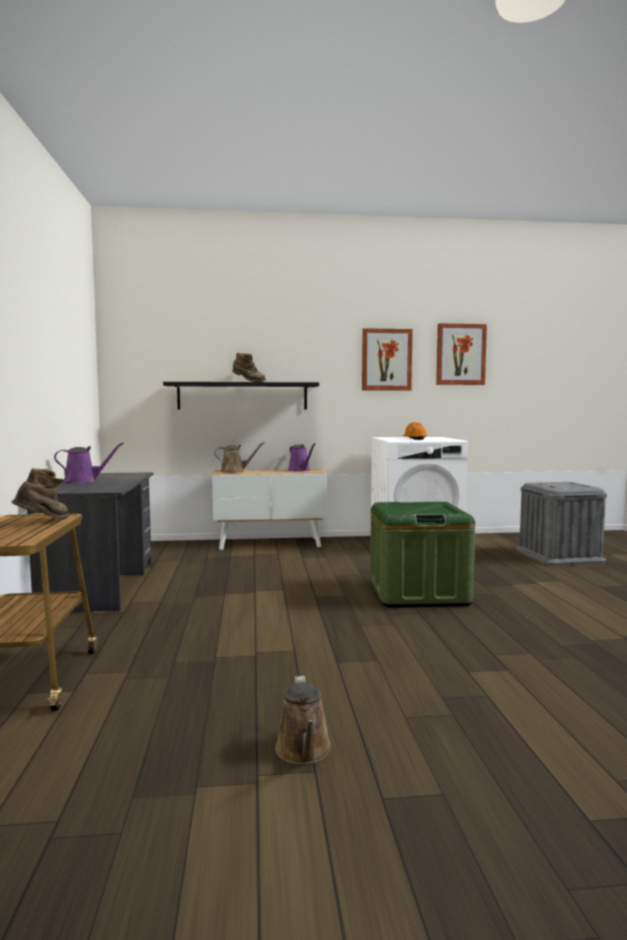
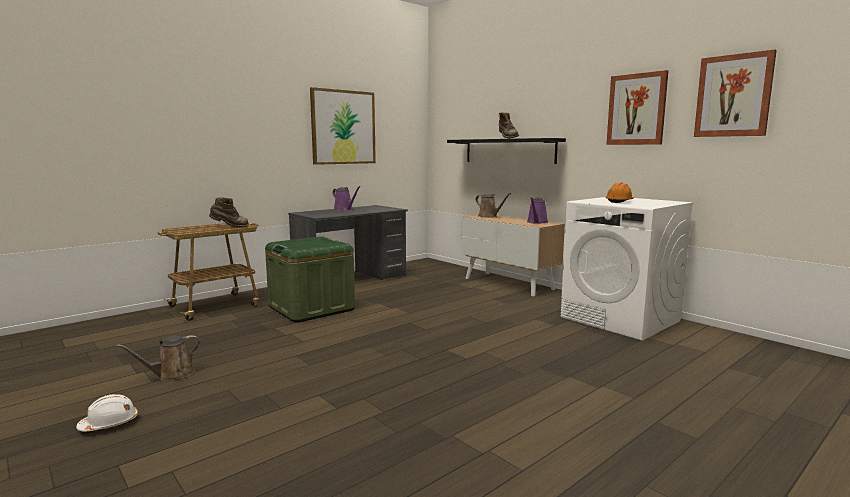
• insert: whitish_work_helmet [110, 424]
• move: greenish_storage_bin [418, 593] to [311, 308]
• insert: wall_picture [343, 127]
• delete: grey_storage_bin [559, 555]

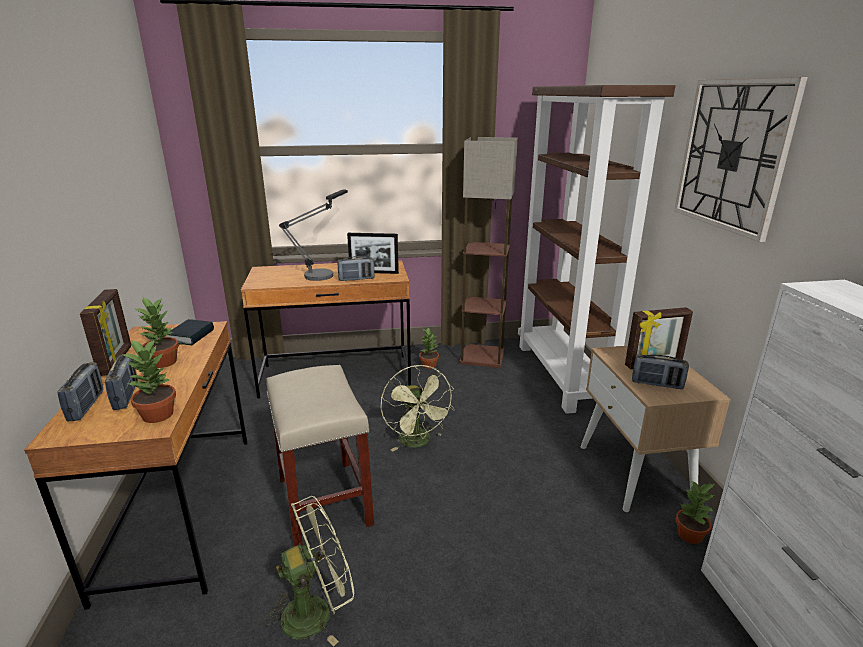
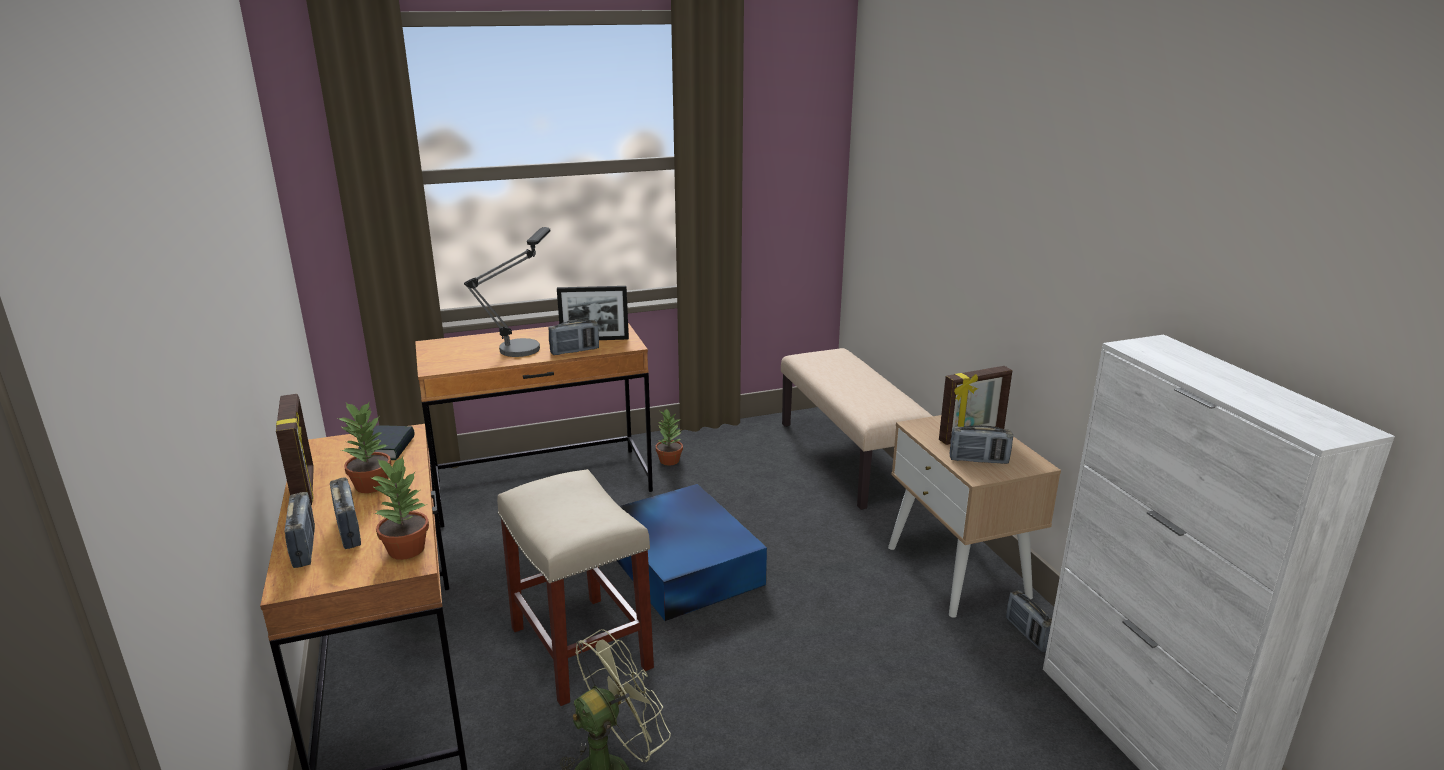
• replace: greenish_fan [418, 442] to blue-coloured_storage_bin [682, 563]
• replace: brown_bookcase [563, 375] to sand-coloured_bench [851, 458]
• replace: potted_plant [690, 535] to radio_set [1028, 634]
• delete: floor_lamp [483, 356]
• delete: hanging_clock [732, 155]

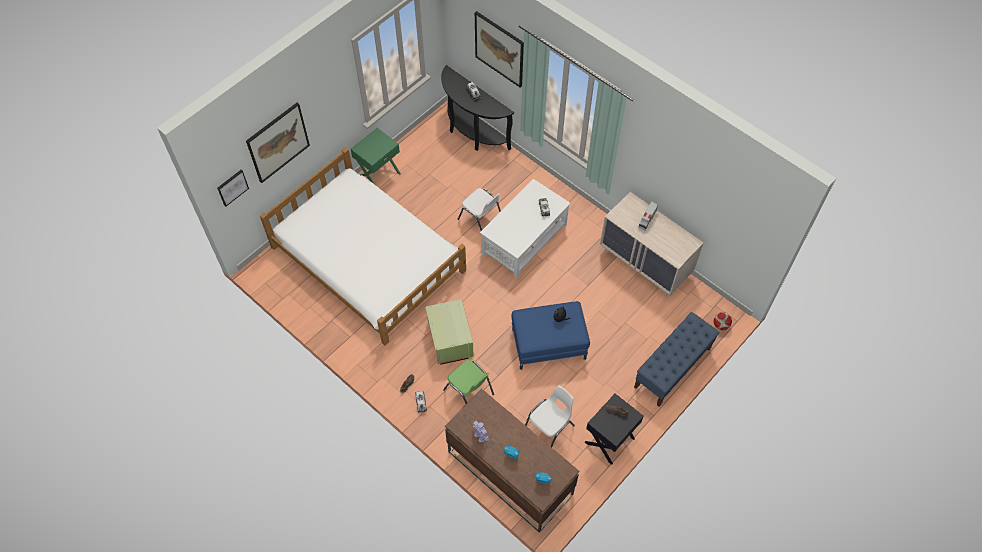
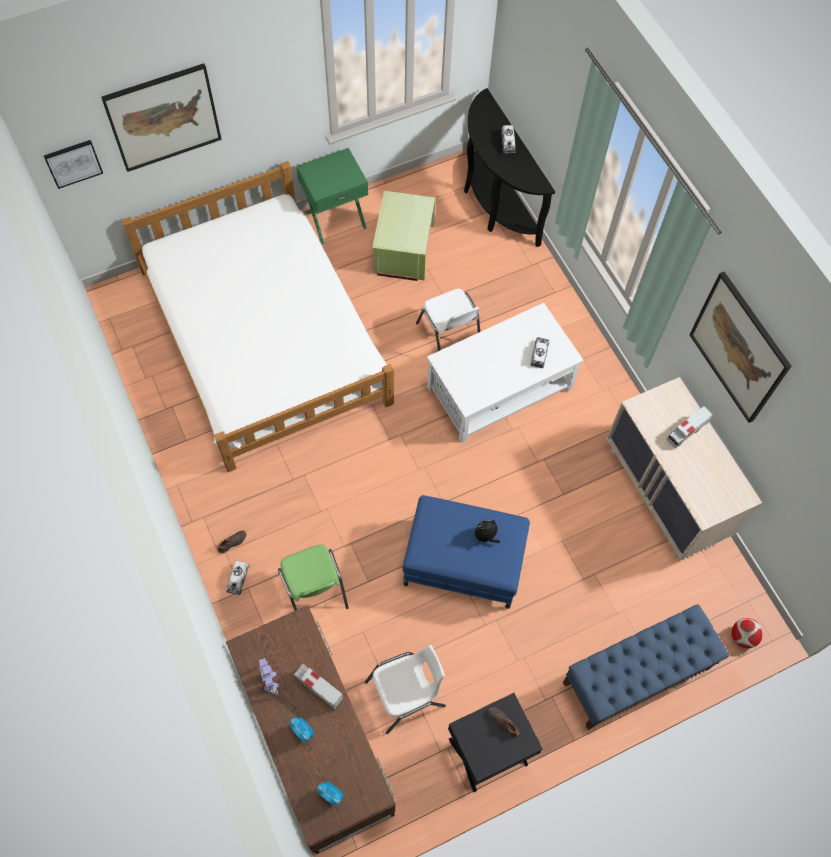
• insert: model_truck [318, 688]
• move: greenish_storage_bin [449, 339] to [403, 249]
• move: wall_picture [499, 49] to [739, 348]

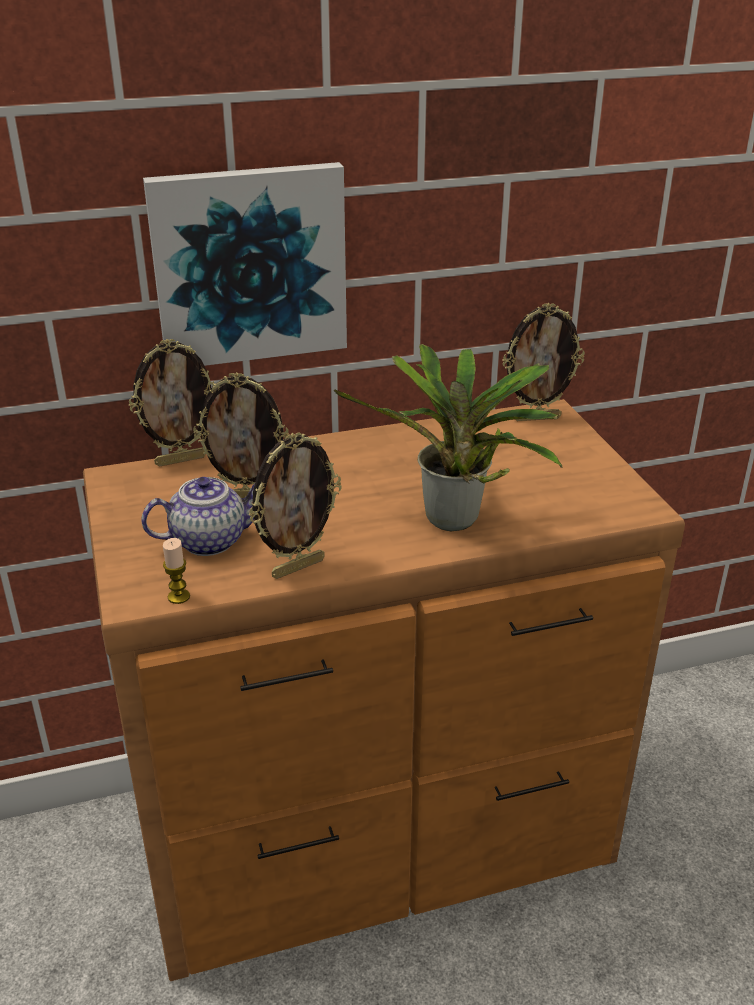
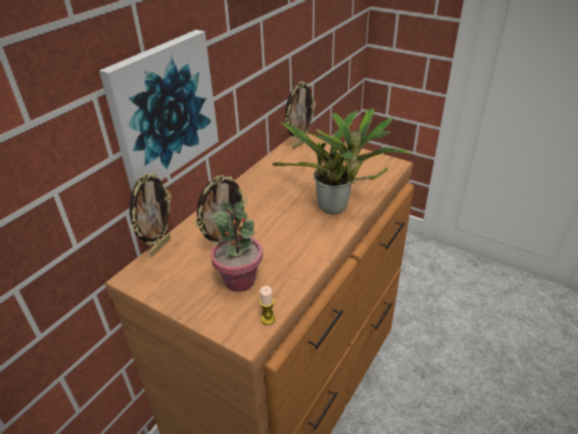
• replace: teapot [210, 540] to potted_plant [240, 280]
• delete: photo_frame [297, 567]

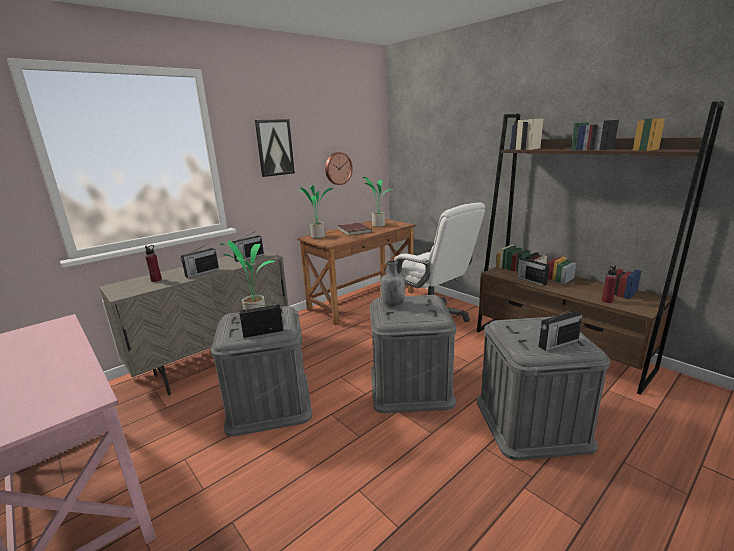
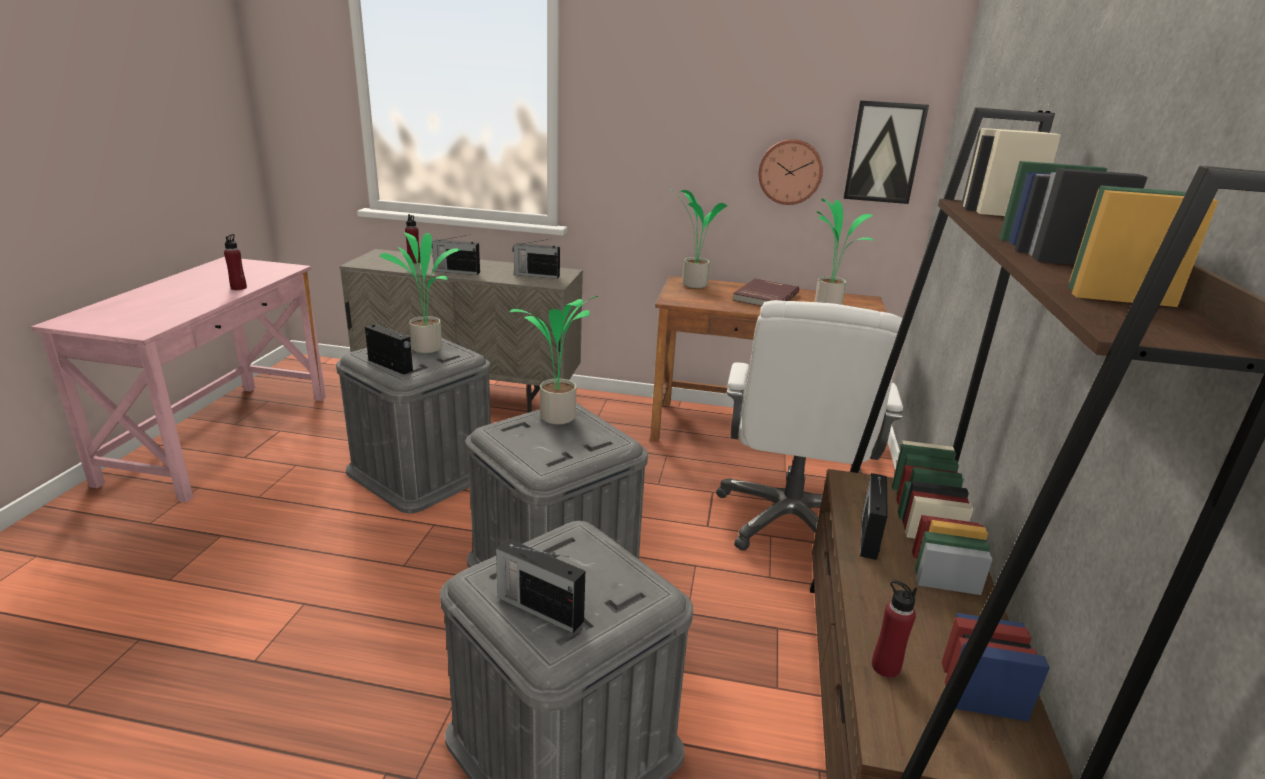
• insert: reddish_bottle [239, 288]
• replace: grey_bottle [392, 304] to potted_plant [556, 418]
• move: wall_picture [274, 147] to [884, 152]

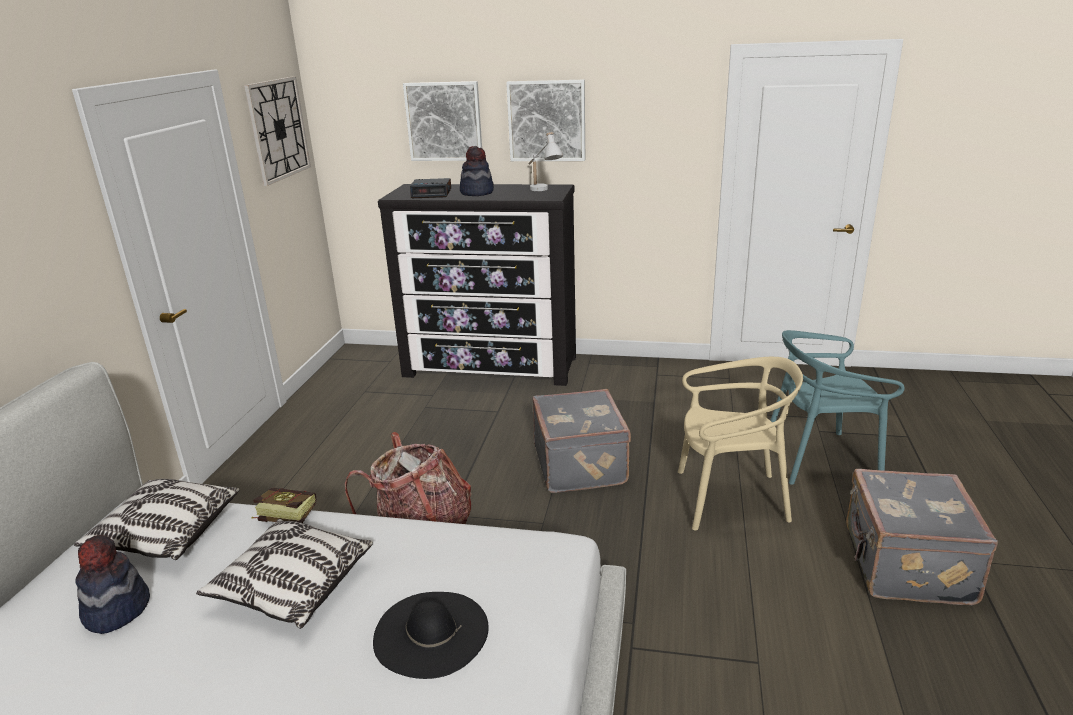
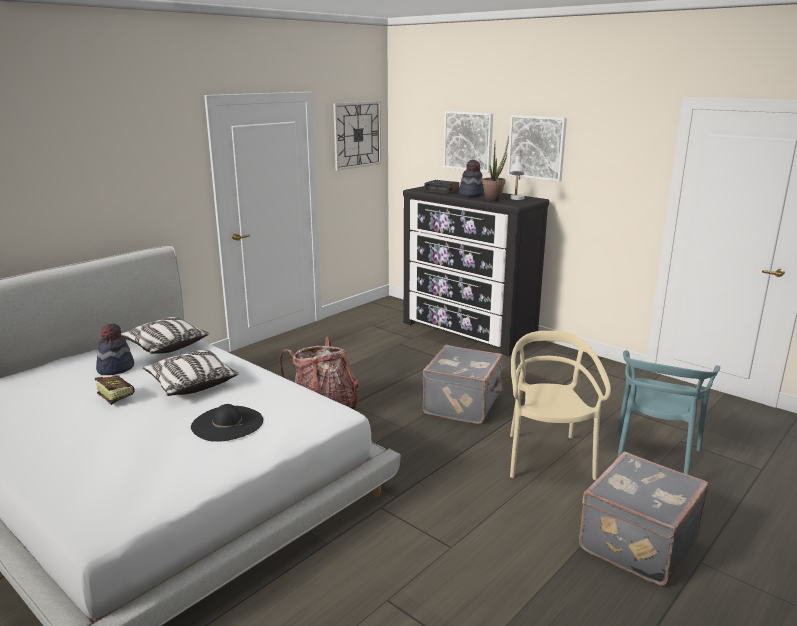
• move: bound_book [283, 516] to [114, 397]
• insert: potted_plant [494, 198]
• rotate: sand-coloured_chair [730, 499] = [547, 457] 120 degrees counterclockwise
• rotate: turquoise-coloured_chair [820, 460] = [654, 459] 90 degrees counterclockwise

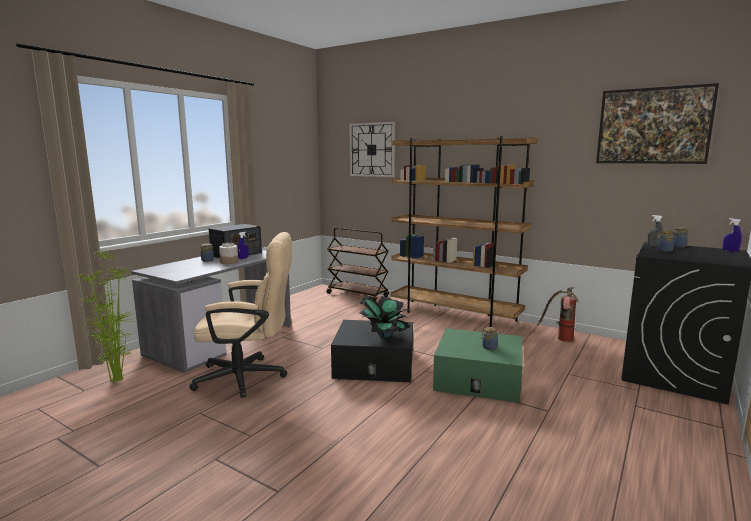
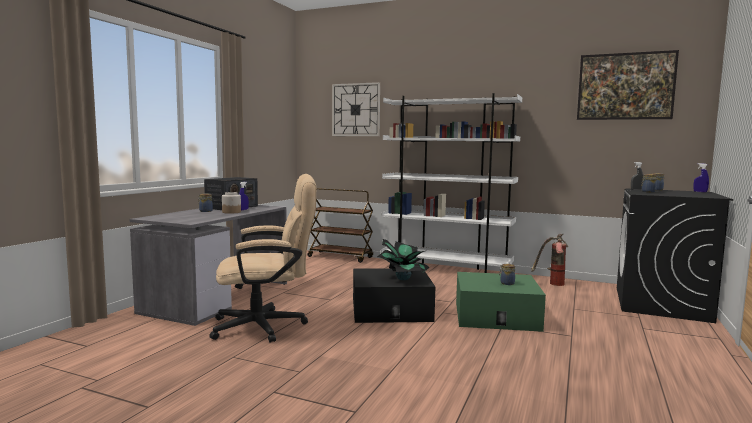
• recolor: brown_bookcase [455, 315] to whitish_bookcase [446, 269]
• delete: potted_plant [118, 381]

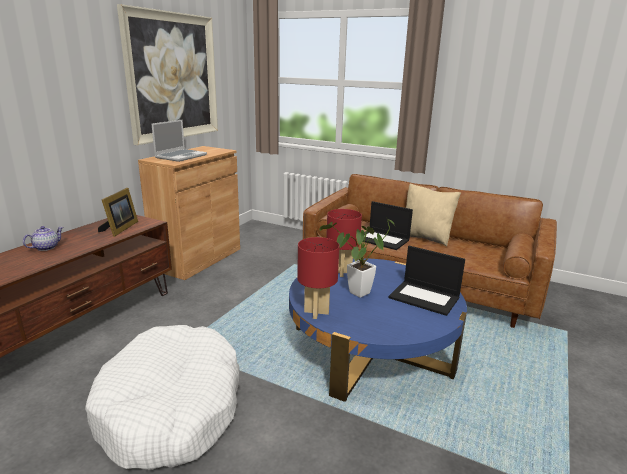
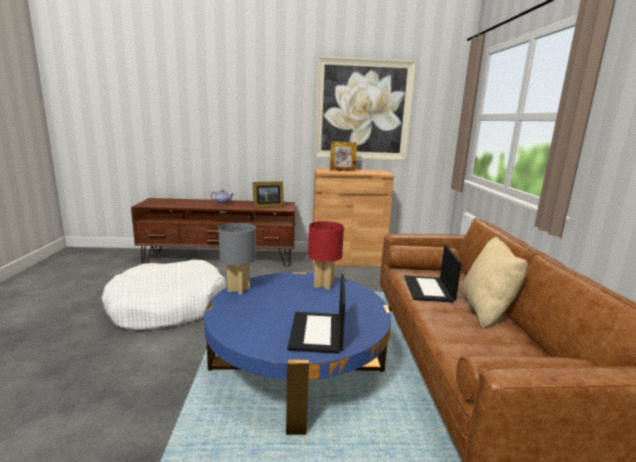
• recolor: reddish_lamp_for_a_table [316, 312] to grey_lamp_for_a_table [238, 290]
• replace: laptop [181, 156] to photo_frame [342, 170]
• delete: potted_plant [356, 294]

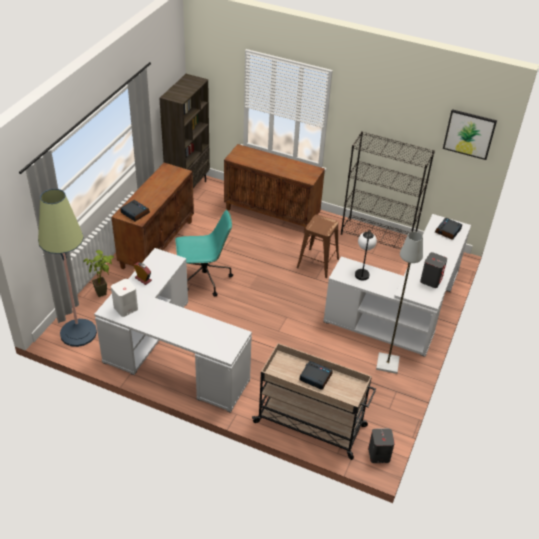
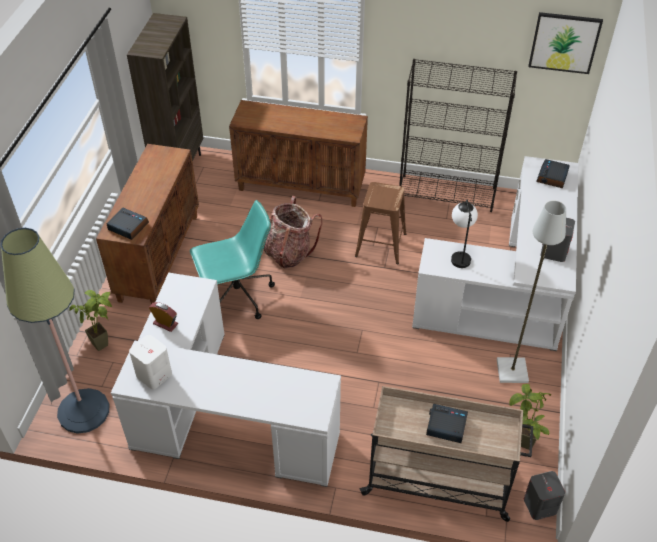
• insert: knapsack [288, 252]
• insert: potted_plant [521, 447]

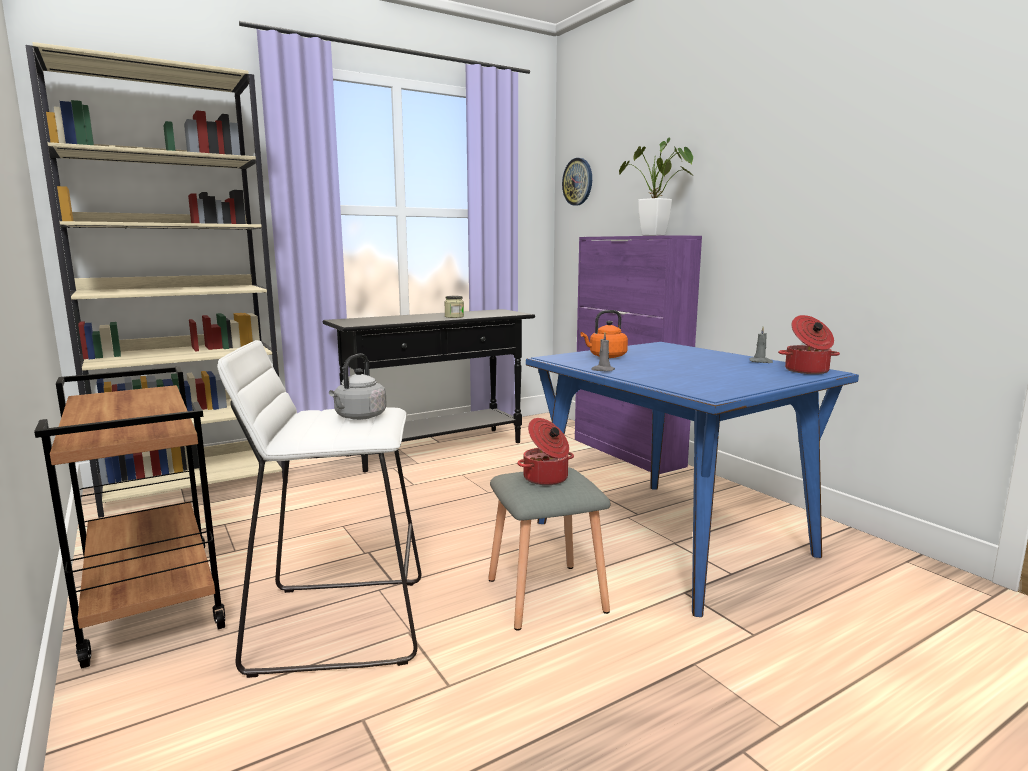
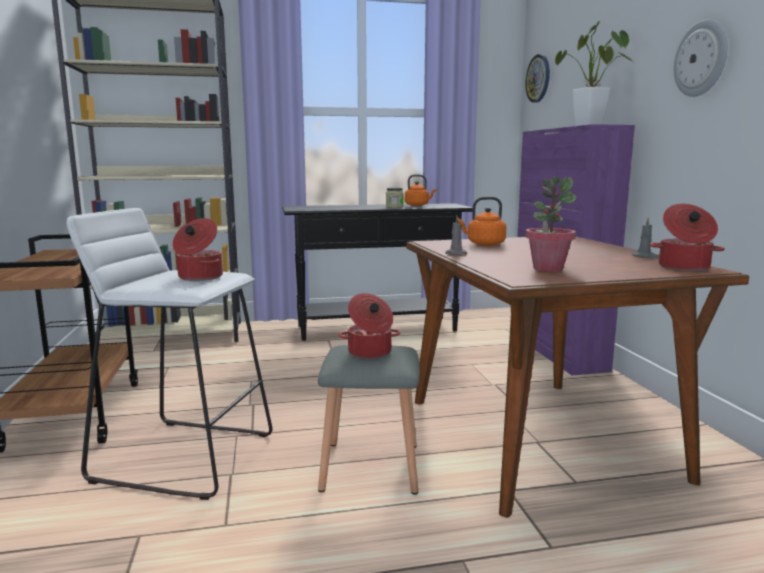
• replace: grey_kettle [359, 417] to stockpot [199, 277]
• insert: orange_kettle [418, 205]
• recolor: blue-coloured_dinner_table [670, 538] to brown_dinner_table [536, 436]
• insert: potted_plant [547, 268]
• insert: hanging_clock [701, 59]

